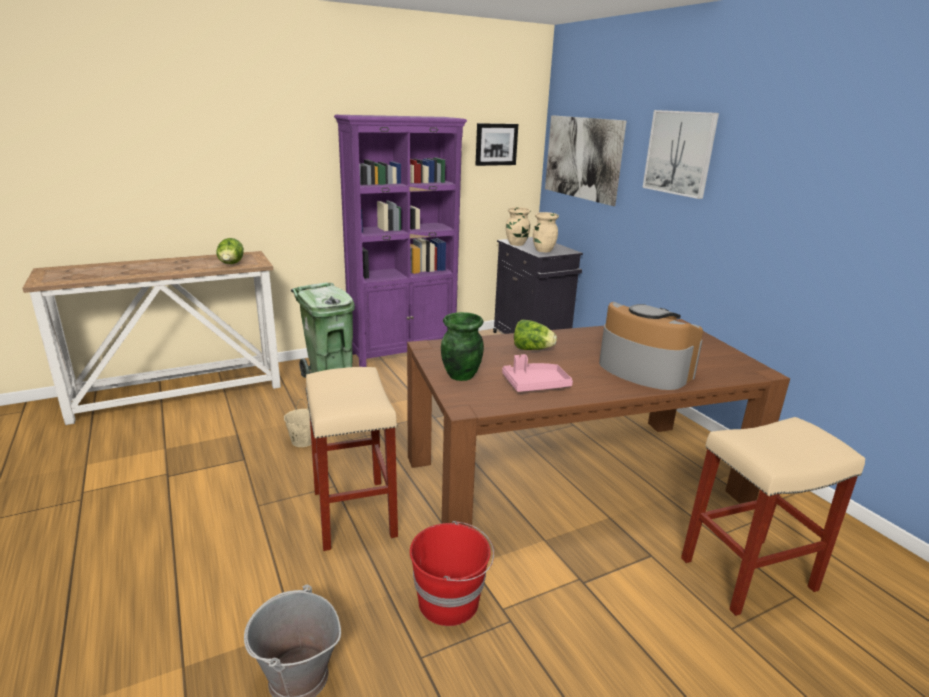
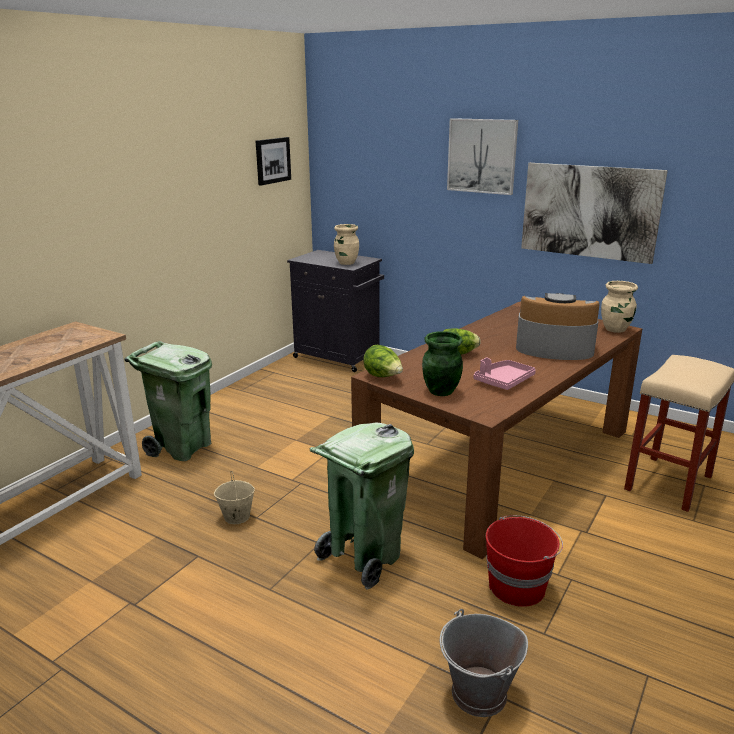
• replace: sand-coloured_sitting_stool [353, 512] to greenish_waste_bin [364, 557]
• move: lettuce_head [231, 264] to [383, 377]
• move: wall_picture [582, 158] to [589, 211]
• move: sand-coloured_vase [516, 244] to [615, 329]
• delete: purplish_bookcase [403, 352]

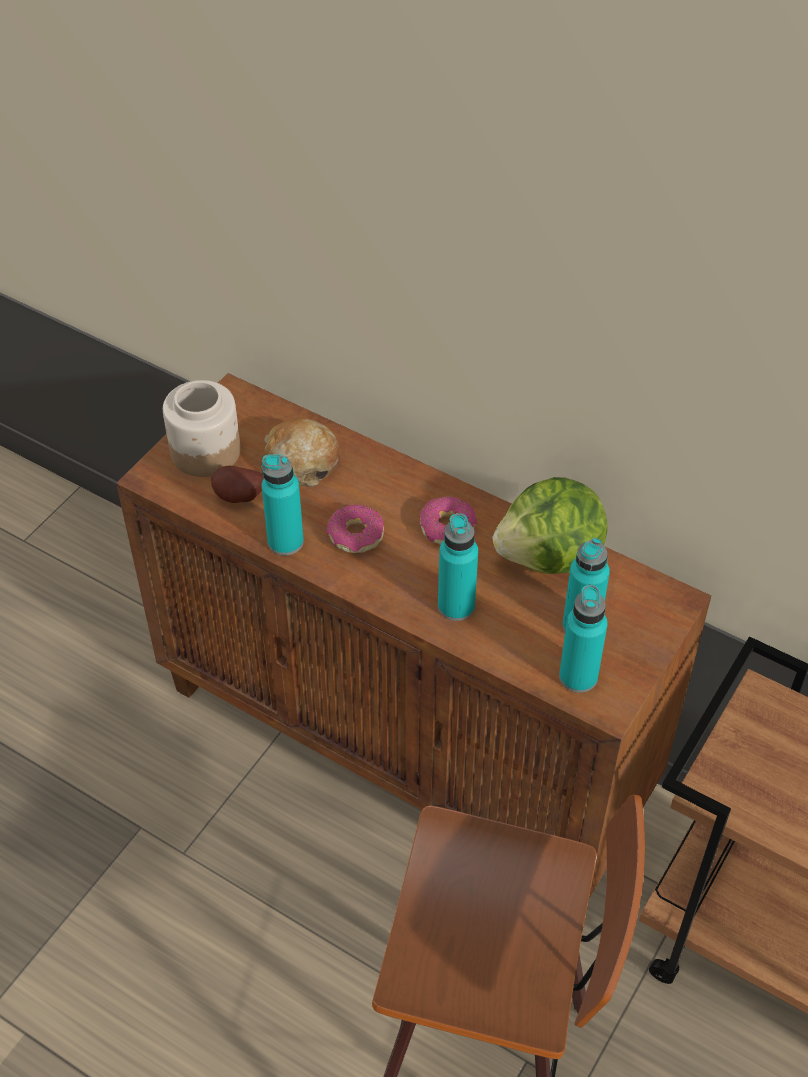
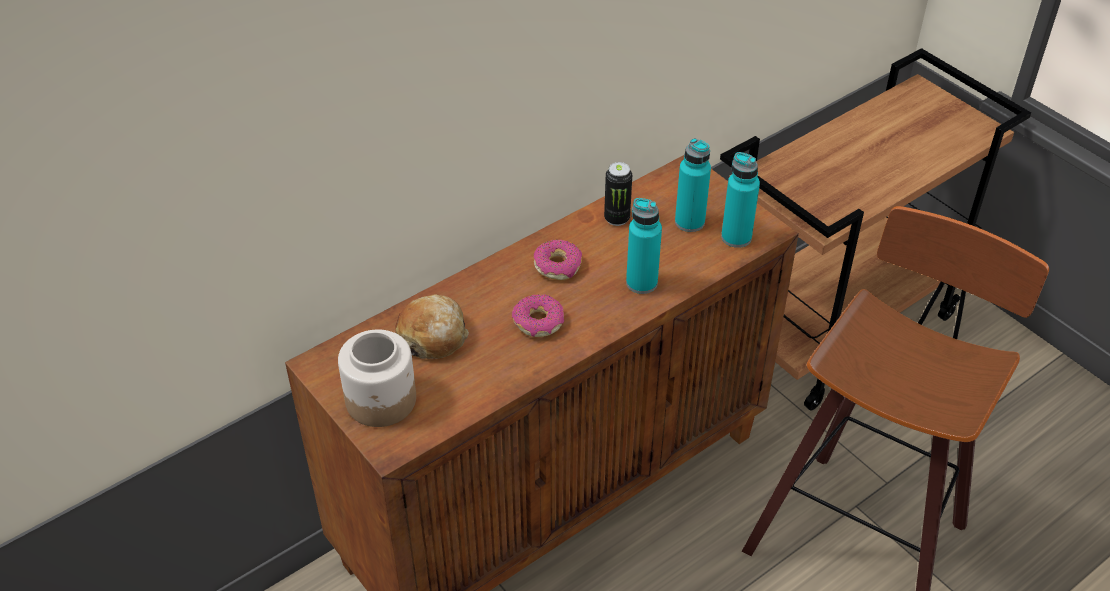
• replace: lettuce_head [550, 557] to sealed_can [617, 218]
• delete: spud [239, 498]
• delete: turquoise-coloured_bottle [285, 542]

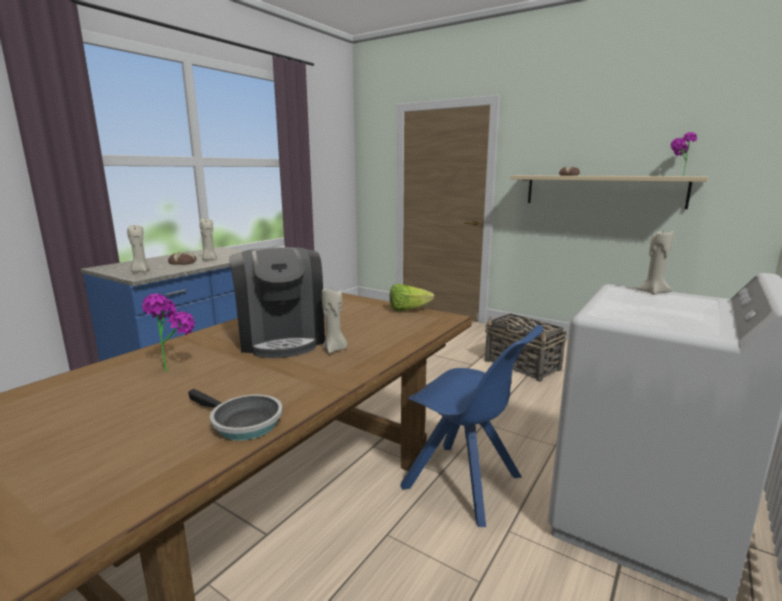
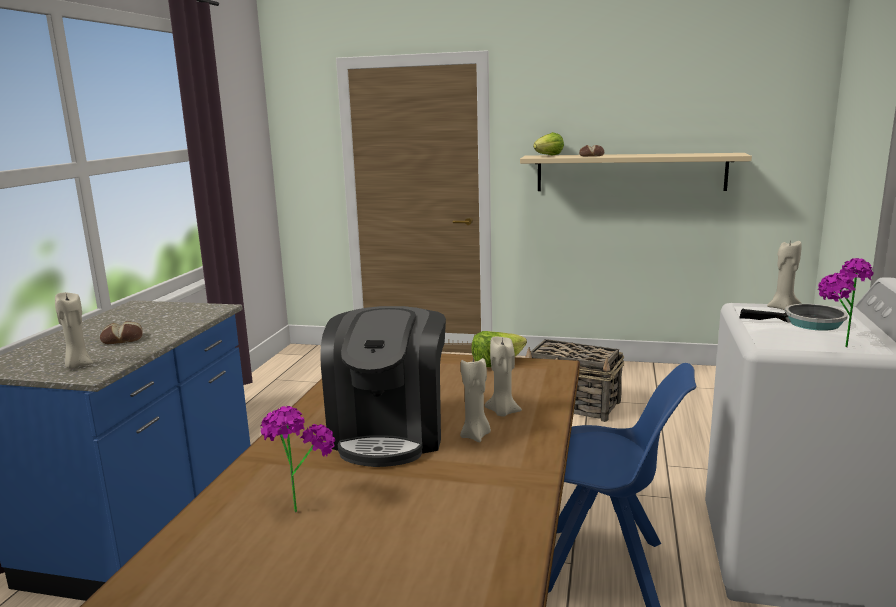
• rotate: coffee_maker [282, 338] = [389, 433] 45 degrees clockwise
• move: sand-coloured_candle [209, 260] to [502, 412]
• insert: lettuce_head [548, 156]
• move: frying_pan [242, 423] to [808, 323]
• move: potted_plant [677, 176] to [833, 346]

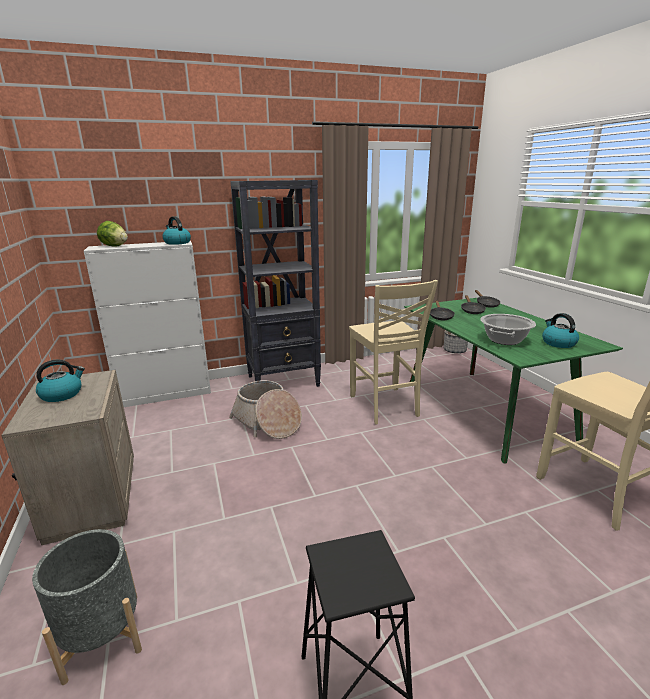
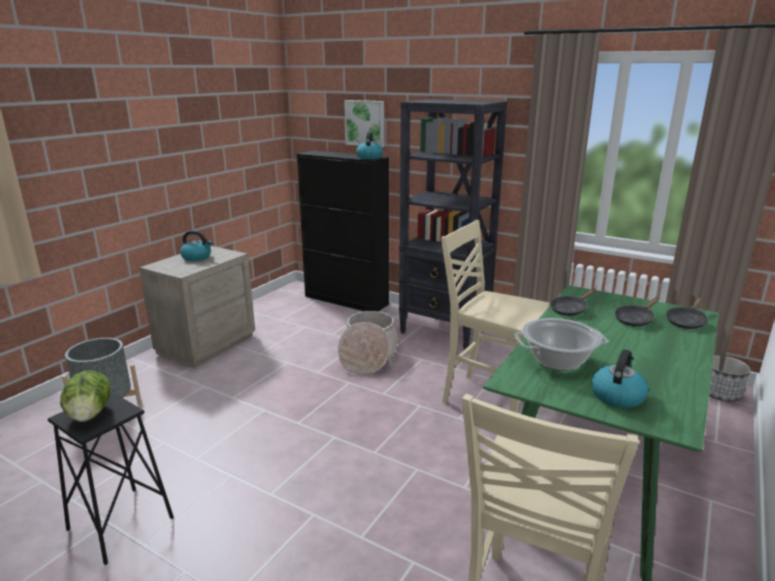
• move: lettuce_head [114, 246] to [90, 415]
• recolor: whitish_cupboard [166, 394] to black_cupboard [346, 300]
• insert: wall_picture [365, 123]
• rotate: sand-coloured_chair [385, 406] = [488, 399] 90 degrees clockwise

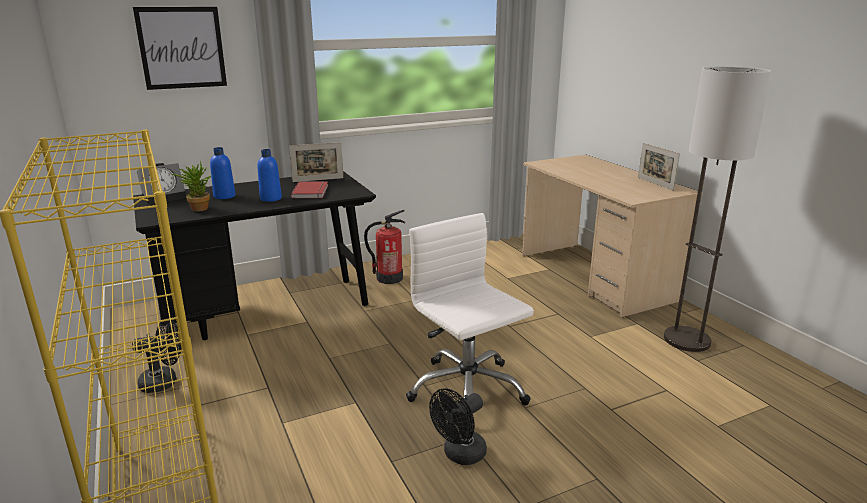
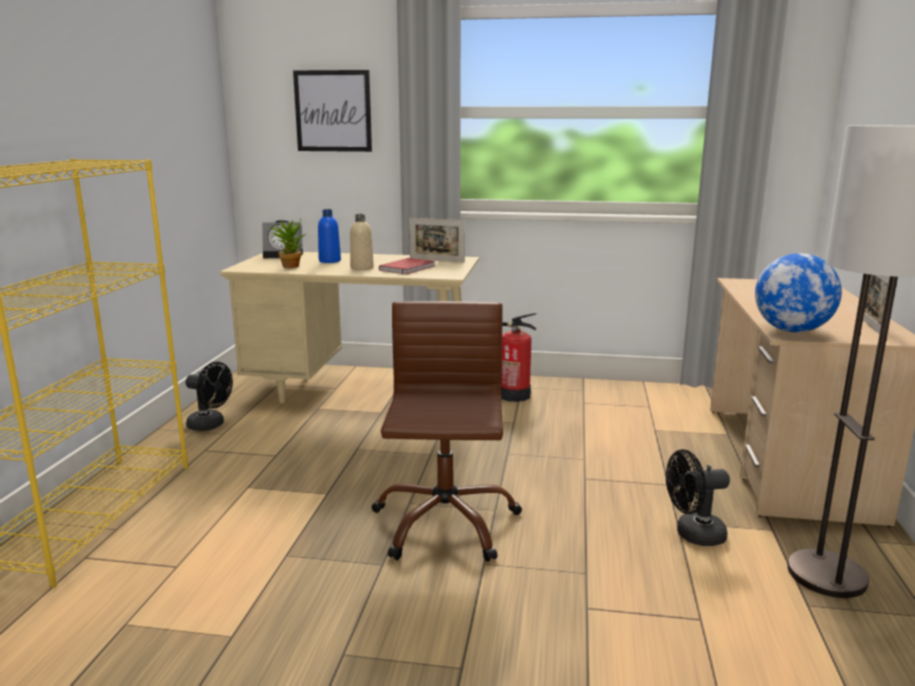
• recolor: black_desk [268, 310] to sand-coloured_desk [361, 393]
• recolor: blue-coloured_bottle [271, 198] to sand-coloured_bottle [362, 268]
• recolor: whitish_desk_chair [466, 390] to brown_desk_chair [444, 523]
• move: black_fan [460, 455] to [693, 535]
• insert: world_globe [792, 330]

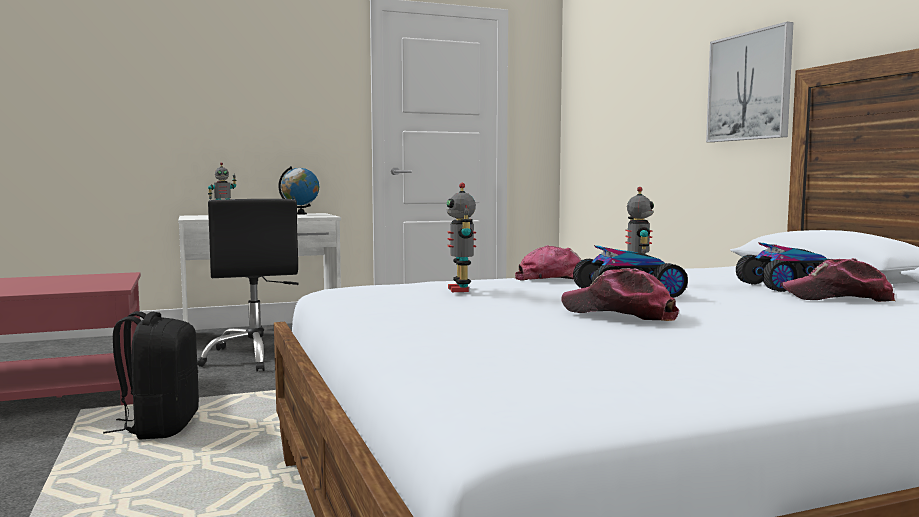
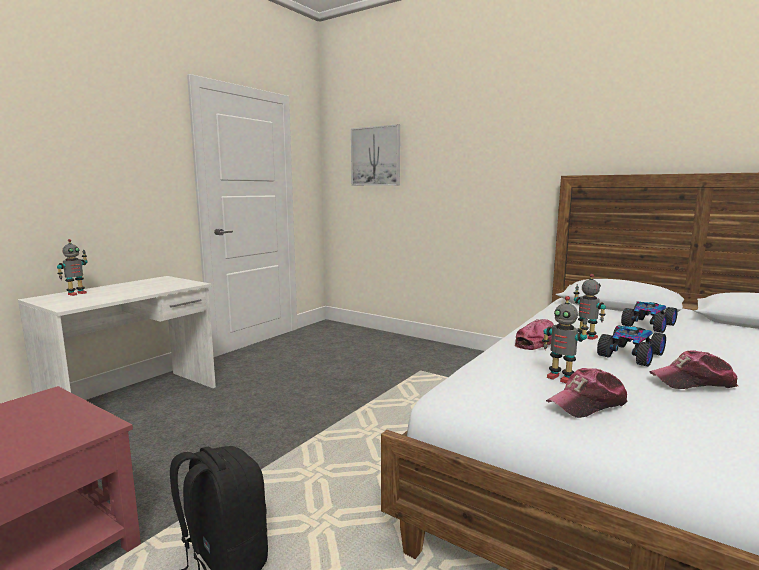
• move: wall_picture [749, 86] to [376, 156]
• move: baseball_cap [837, 297] to [587, 404]
• delete: black_desk_chair [256, 357]
• delete: world_globe [301, 214]

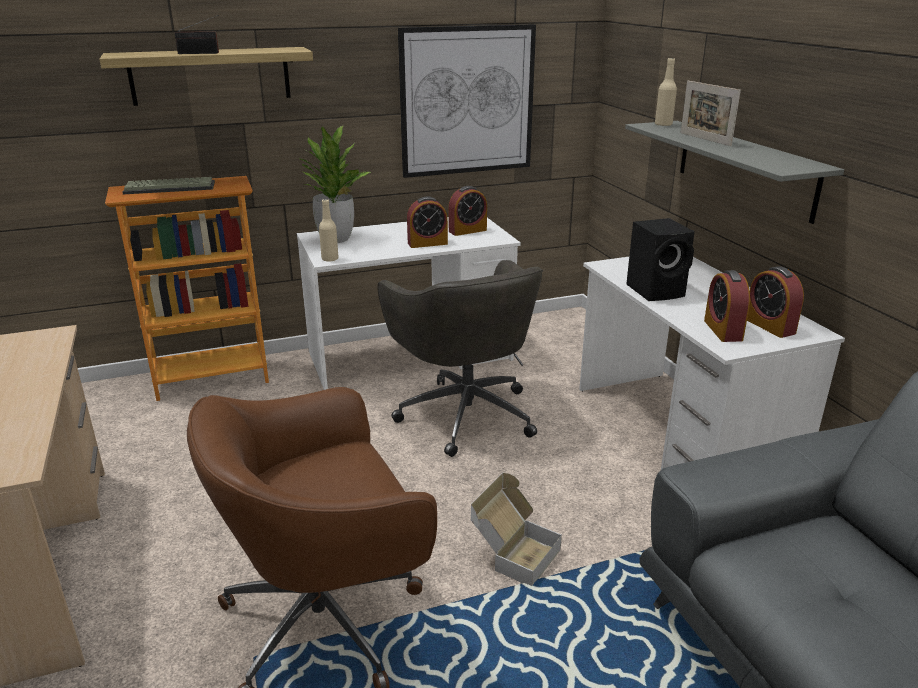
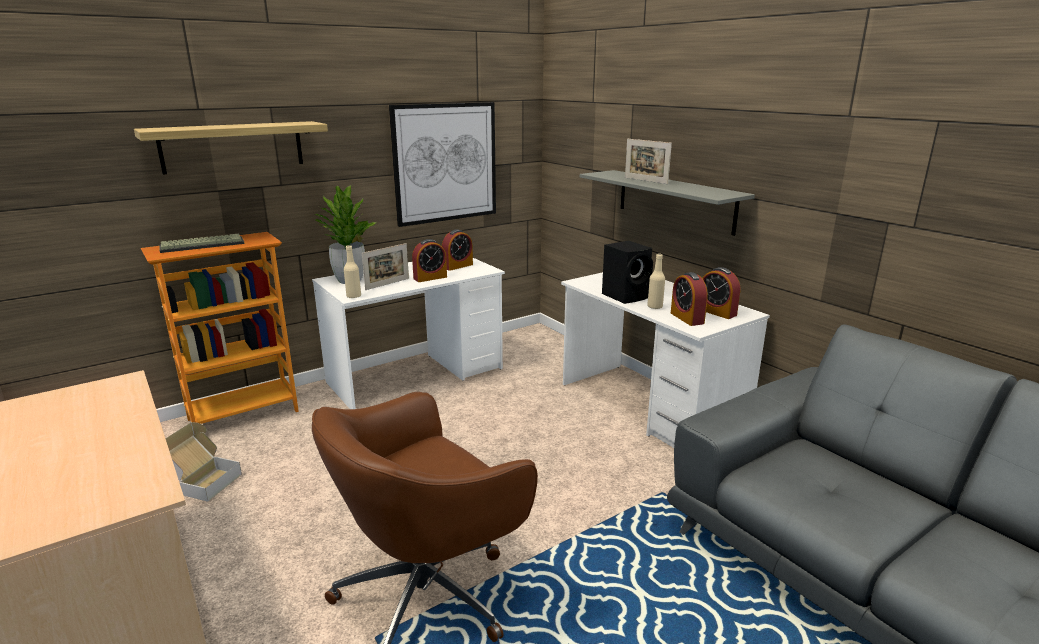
• move: packing_box [513, 553] to [202, 482]
• insert: photo_frame [387, 284]
• move: sand-coloured_bottle [663, 125] to [655, 307]
• delete: radio_set [201, 53]
• delete: grey_desk_chair [465, 413]

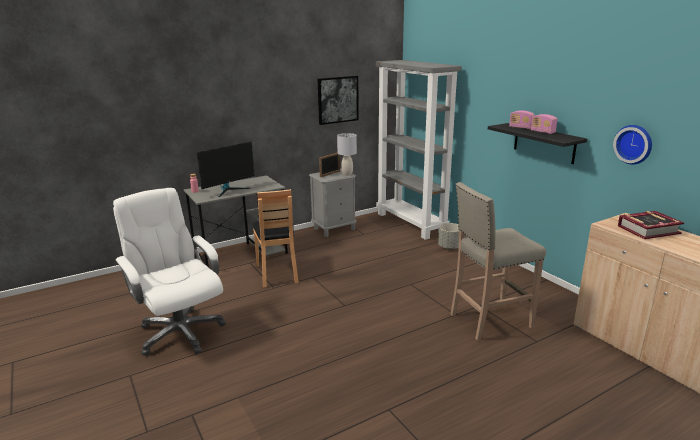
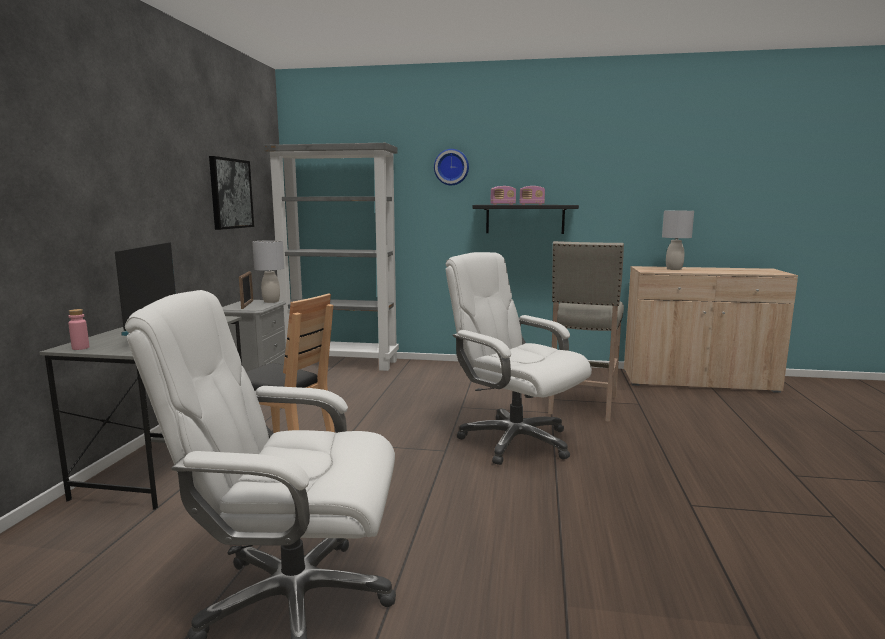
• move: hanging_clock [634, 144] to [451, 167]
• insert: whitish_desk_chair [514, 441]
• replace: bound_book [648, 229] to grey_lamp_for_a_table [673, 269]
• delete: grey_planter [449, 247]

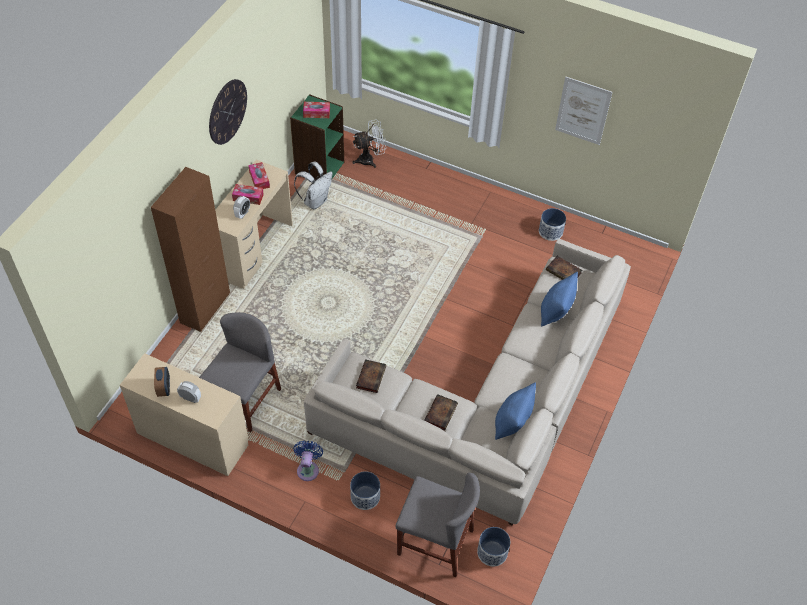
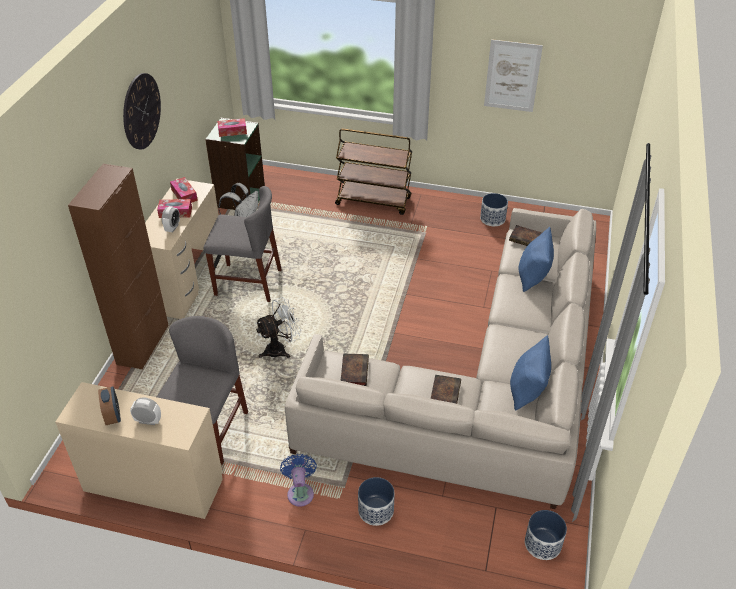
• move: grey_chair [435, 542] to [248, 282]
• move: whitish_fan [370, 159] to [280, 349]
• insert: brown_wheeled_cart [374, 201]

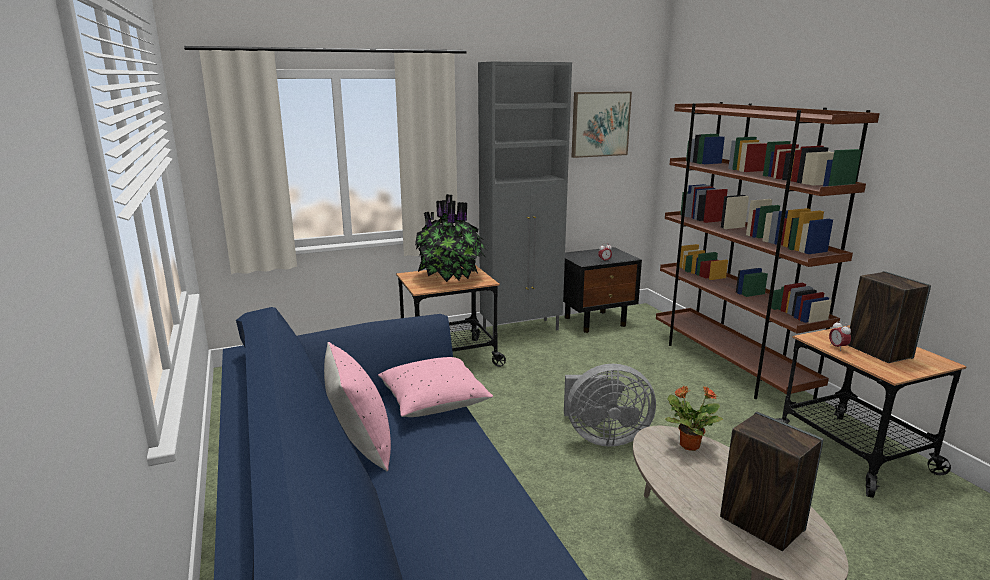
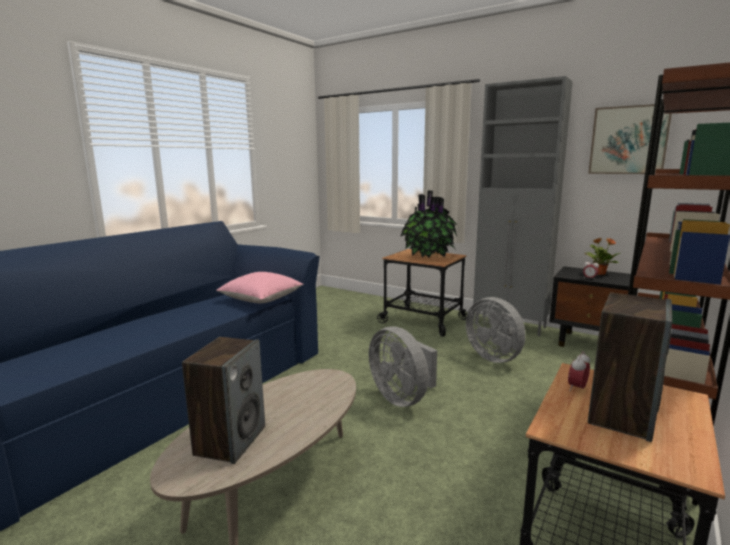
• insert: grey_fan [495, 357]
• move: potted_plant [688, 445] to [599, 273]
• delete: pinkish_pillow [360, 447]

